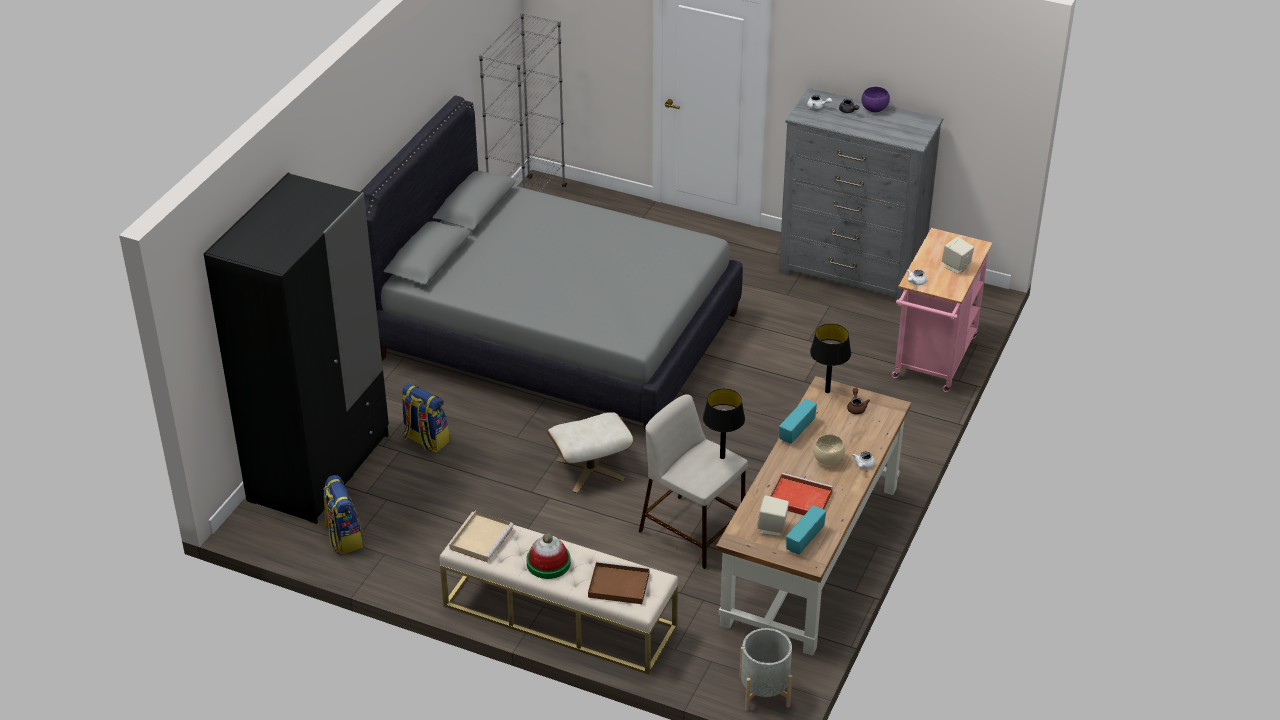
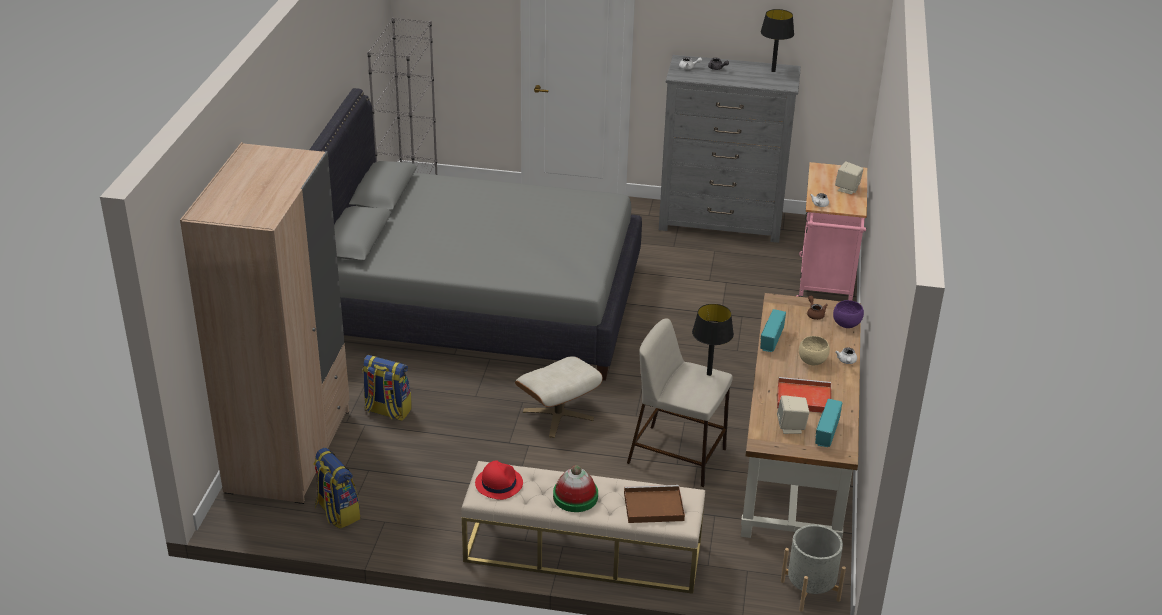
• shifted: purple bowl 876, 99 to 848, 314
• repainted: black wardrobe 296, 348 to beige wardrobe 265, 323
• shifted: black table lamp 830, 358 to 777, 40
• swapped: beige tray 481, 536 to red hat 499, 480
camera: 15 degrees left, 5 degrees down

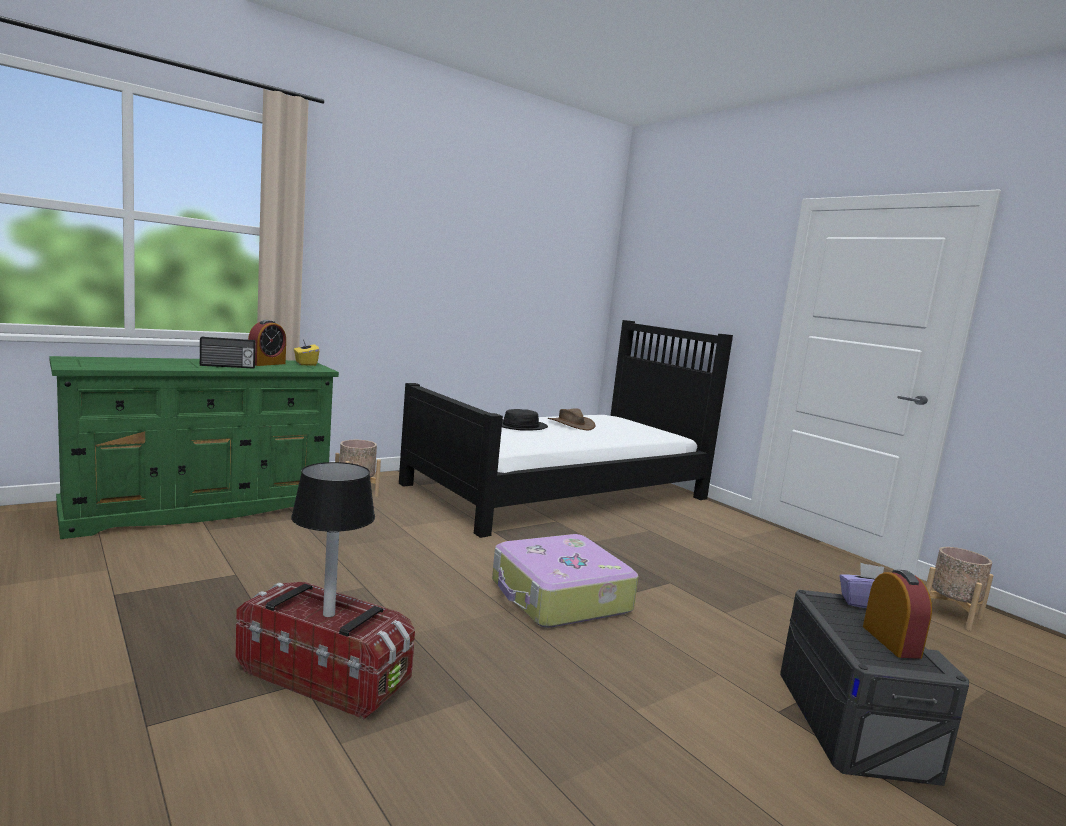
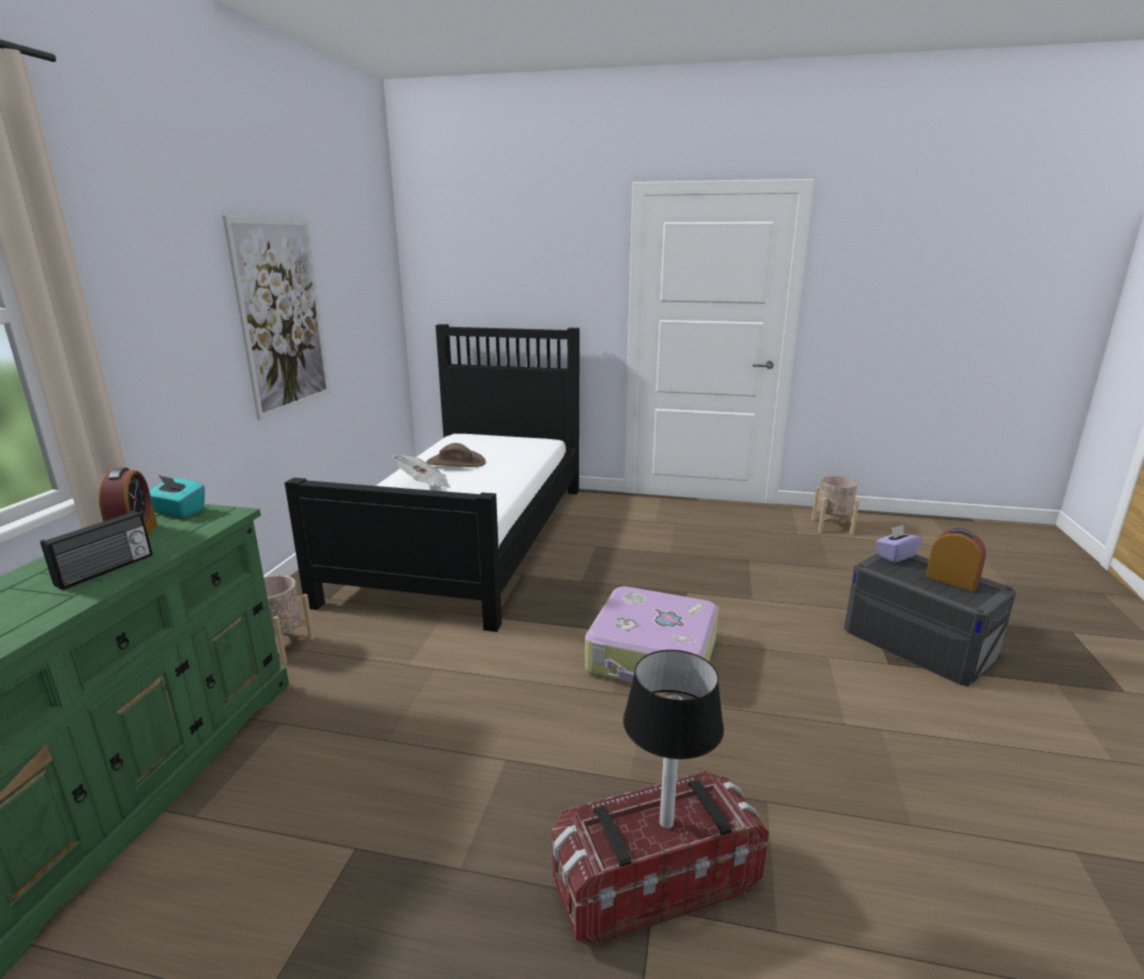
• repainted: yellow tissue box 306, 352 to turquoise tissue box 177, 496
• swapped: black hat 525, 420 to newspaper 422, 471
• new: picture 276, 318
camera: 40 degrees left, 10 degrees up

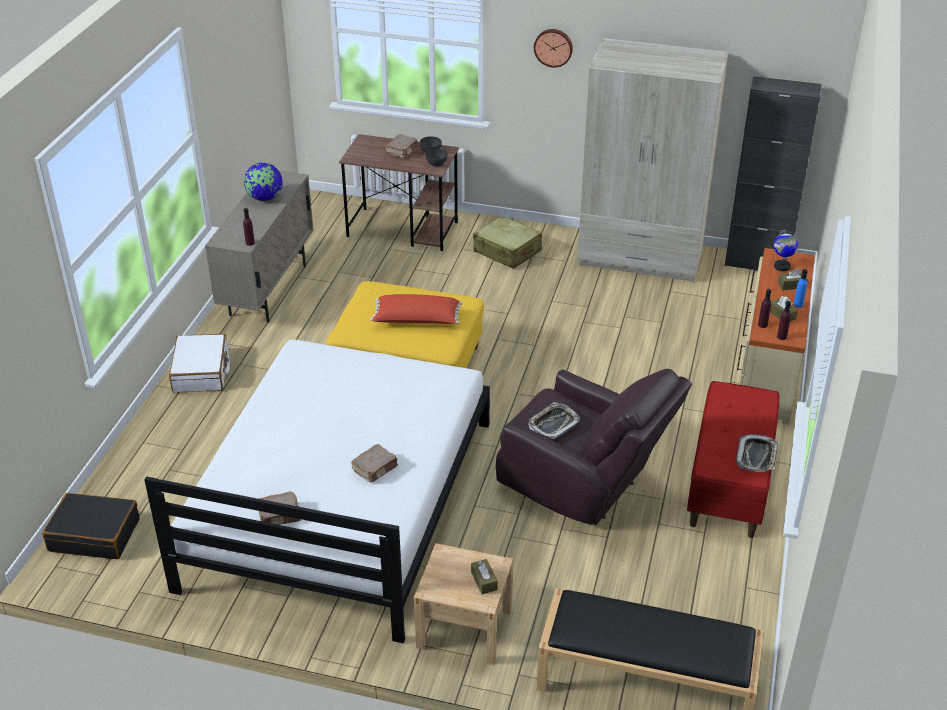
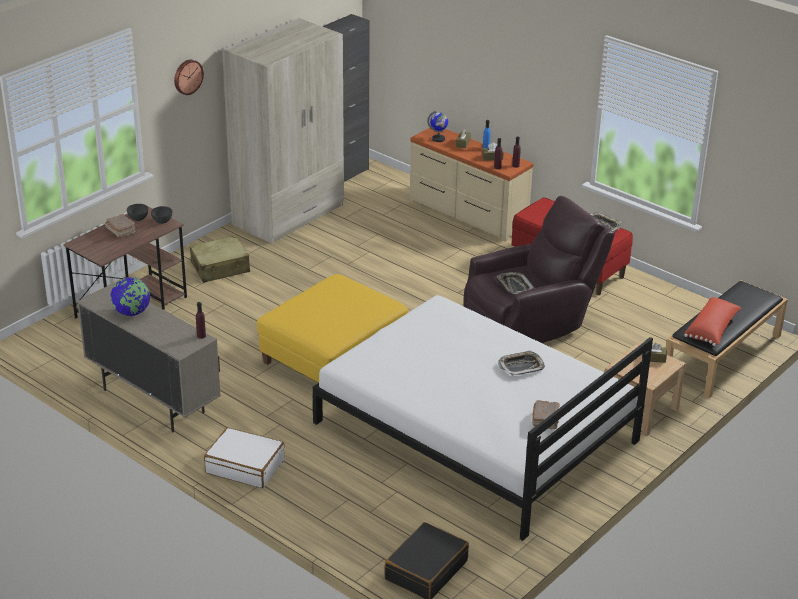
• shifted: red pillow 416, 309 to 713, 321
• swapped: brown book 374, 463 to tray 521, 363
camera: 65 degrees left, 5 degrees down

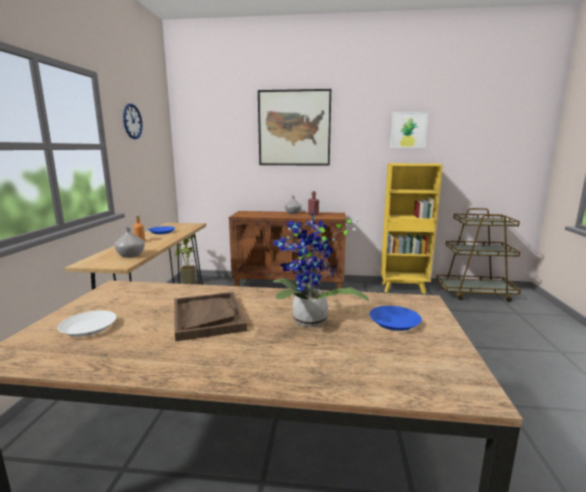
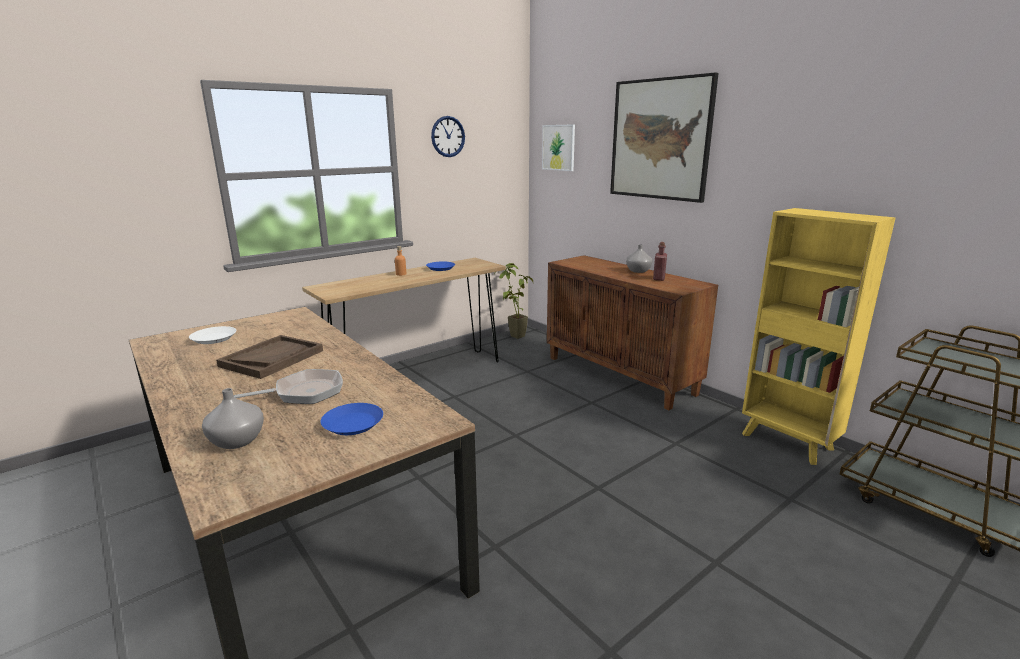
• shifted: picture 409, 130 to 558, 147
• swapped: potted plant 320, 269 to frying pan 288, 386
• shifted: grey vase 129, 242 to 233, 418
camera: 45 degrees right, 5 degrees up

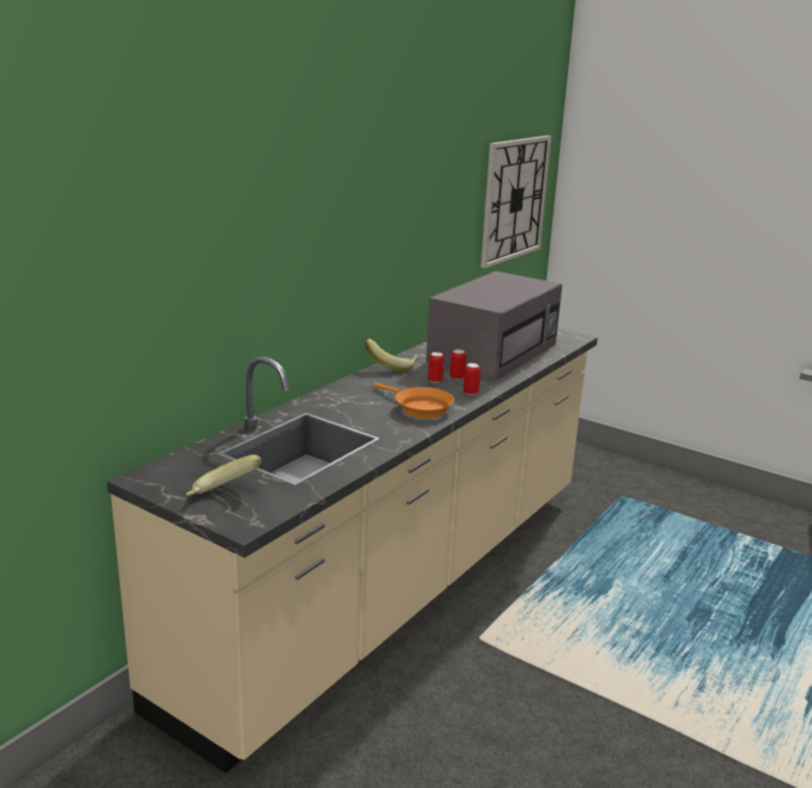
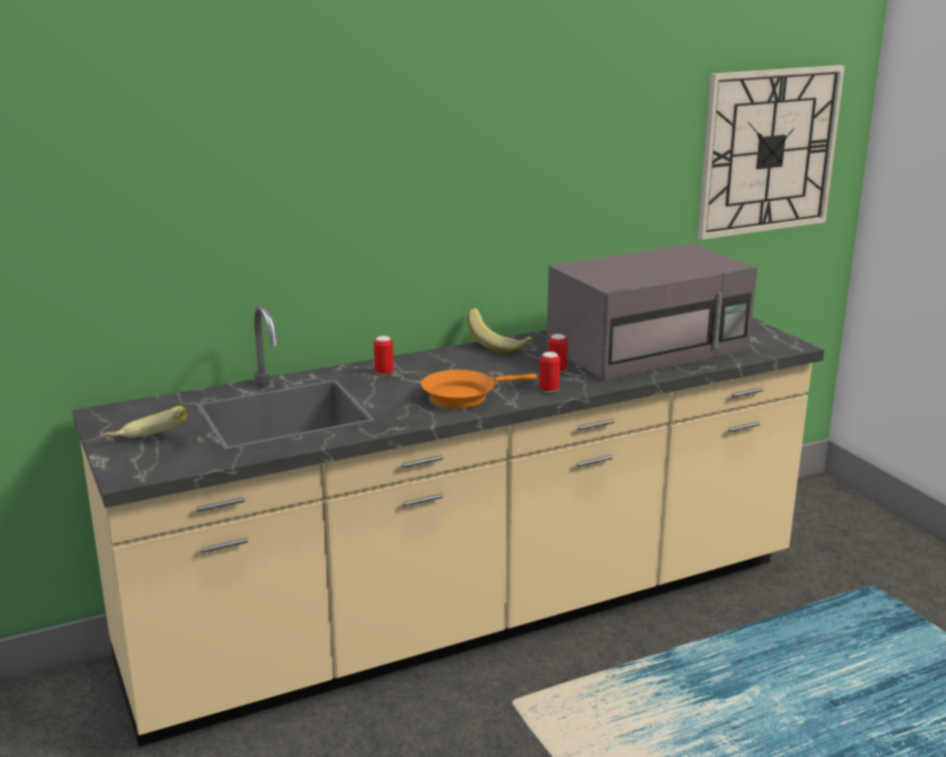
• shifted: can 436, 367 to 384, 355
• rotated: orange frying pan 413, 401 = 479, 389 75 degrees clockwise
camera: 30 degrees right, 0 degrees up

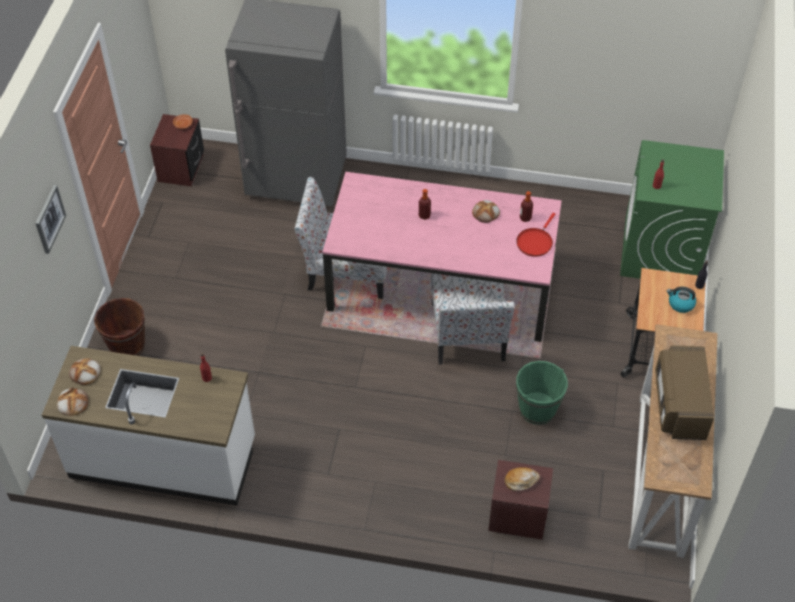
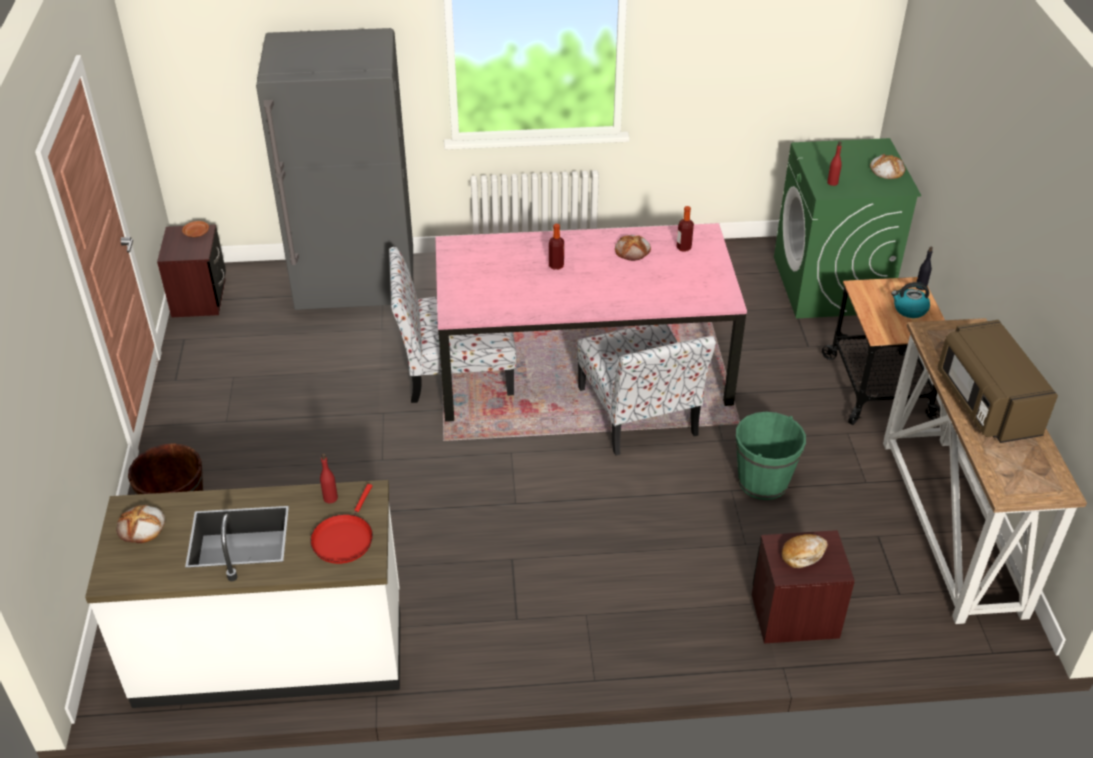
• gone: picture 50, 219
• shifted: red frying pan 536, 235 to 341, 524
• shifted: bread 72, 402 to 887, 166
camera: 15 degrees left, 10 degrees down

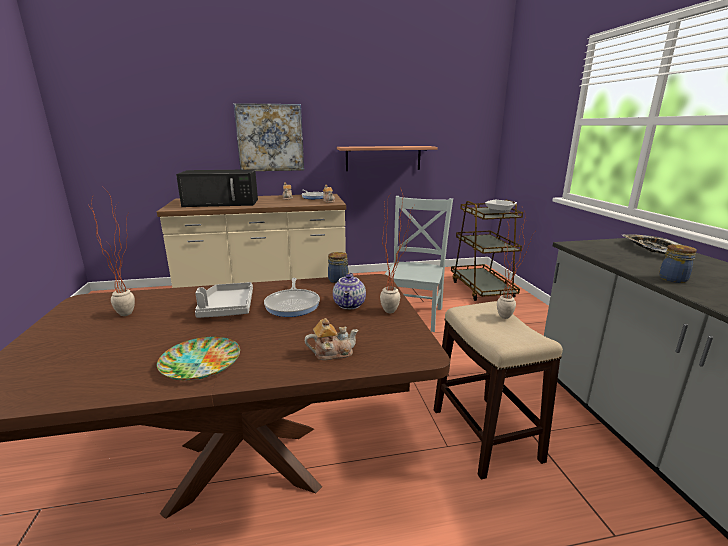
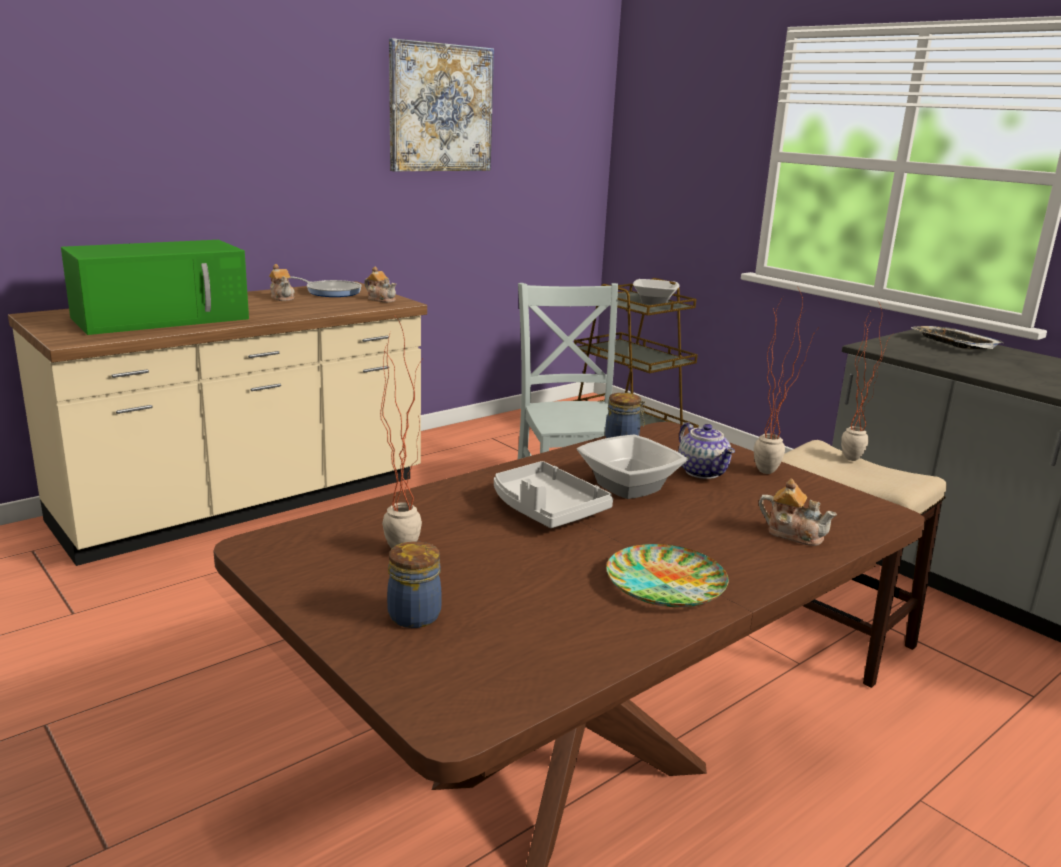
• shifted: picture 269, 137 to 441, 104
• gone: shelf 387, 158
• repainted: black microwave 217, 188 to green microwave 155, 287
• shifted: jar 678, 263 to 414, 584
• swapped: frying pan 292, 297 to bowl 632, 467
• rotated: teapot 332, 339 = 798, 512 75 degrees clockwise
camera: 30 degrees left, 0 degrees up

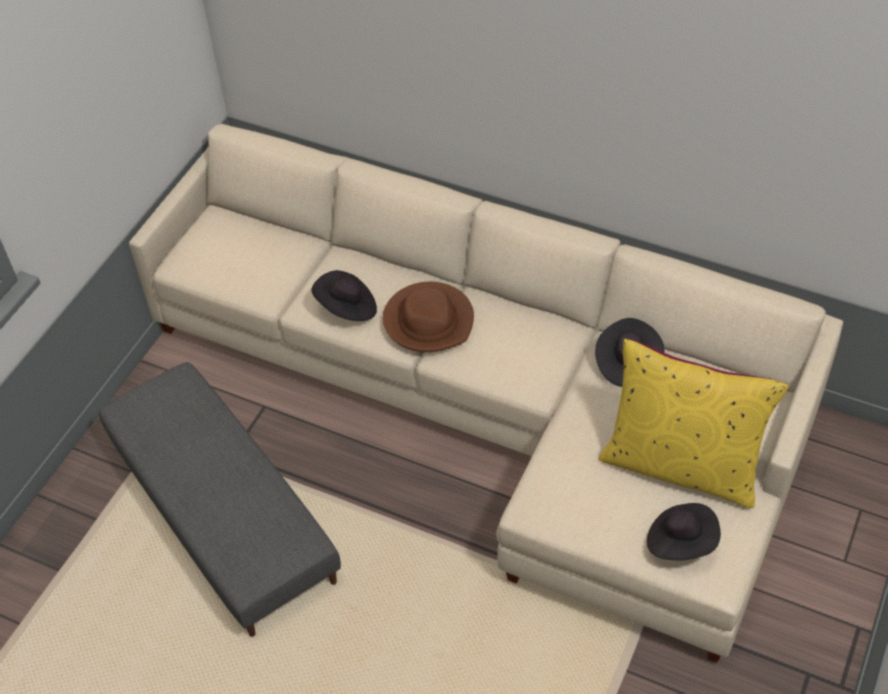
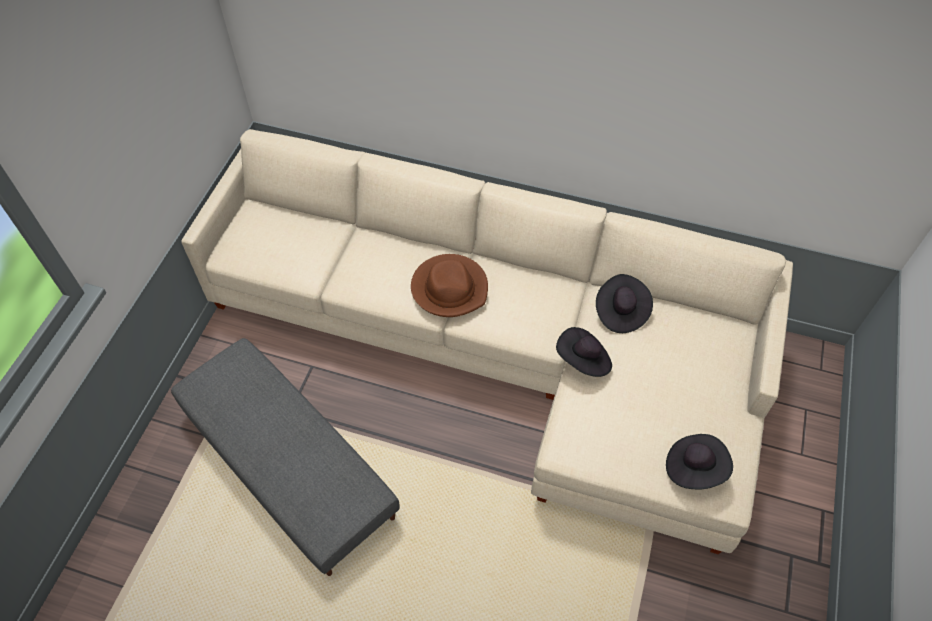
• shifted: black hat 344, 295 to 584, 352
• gone: yellow pillow 693, 423
camera: 10 degrees left, 5 degrees up

